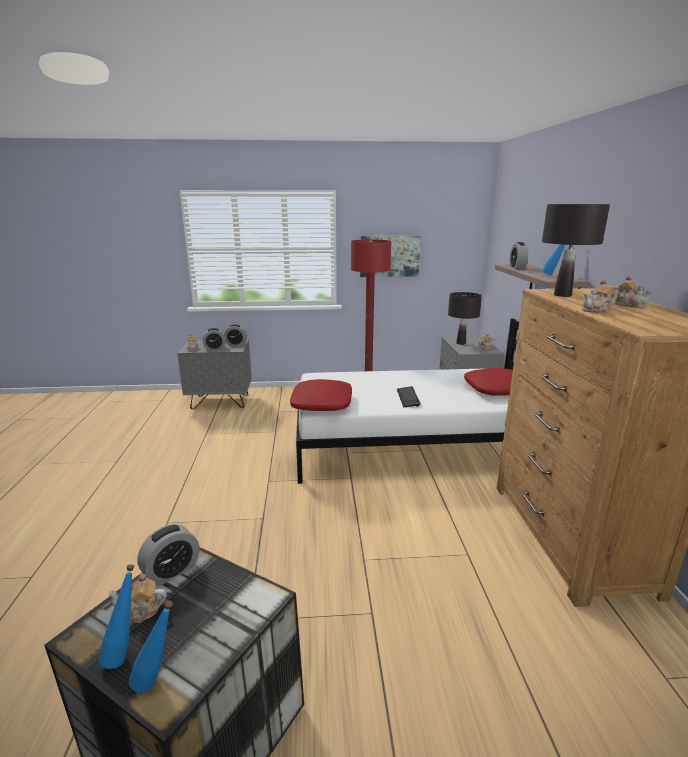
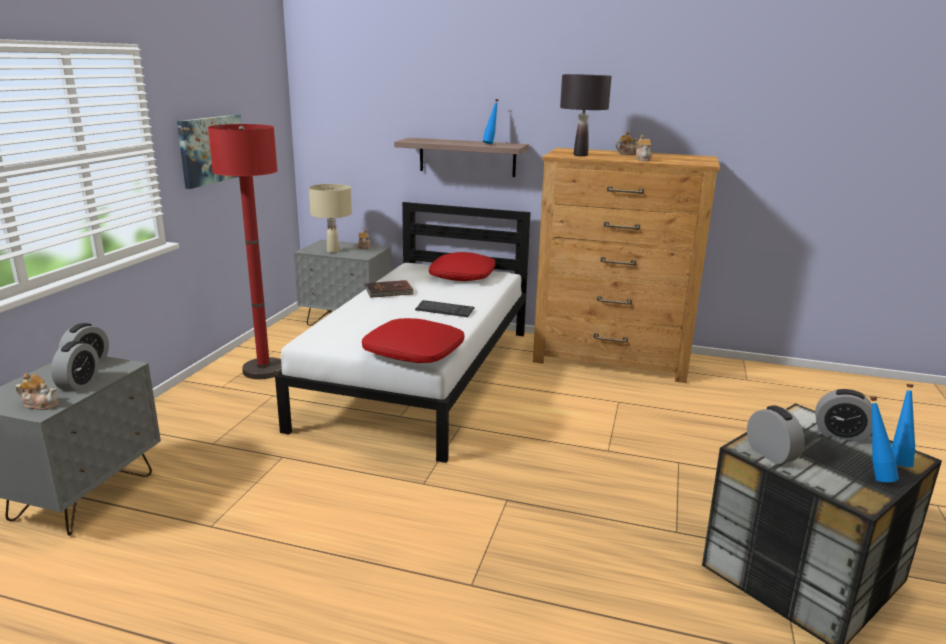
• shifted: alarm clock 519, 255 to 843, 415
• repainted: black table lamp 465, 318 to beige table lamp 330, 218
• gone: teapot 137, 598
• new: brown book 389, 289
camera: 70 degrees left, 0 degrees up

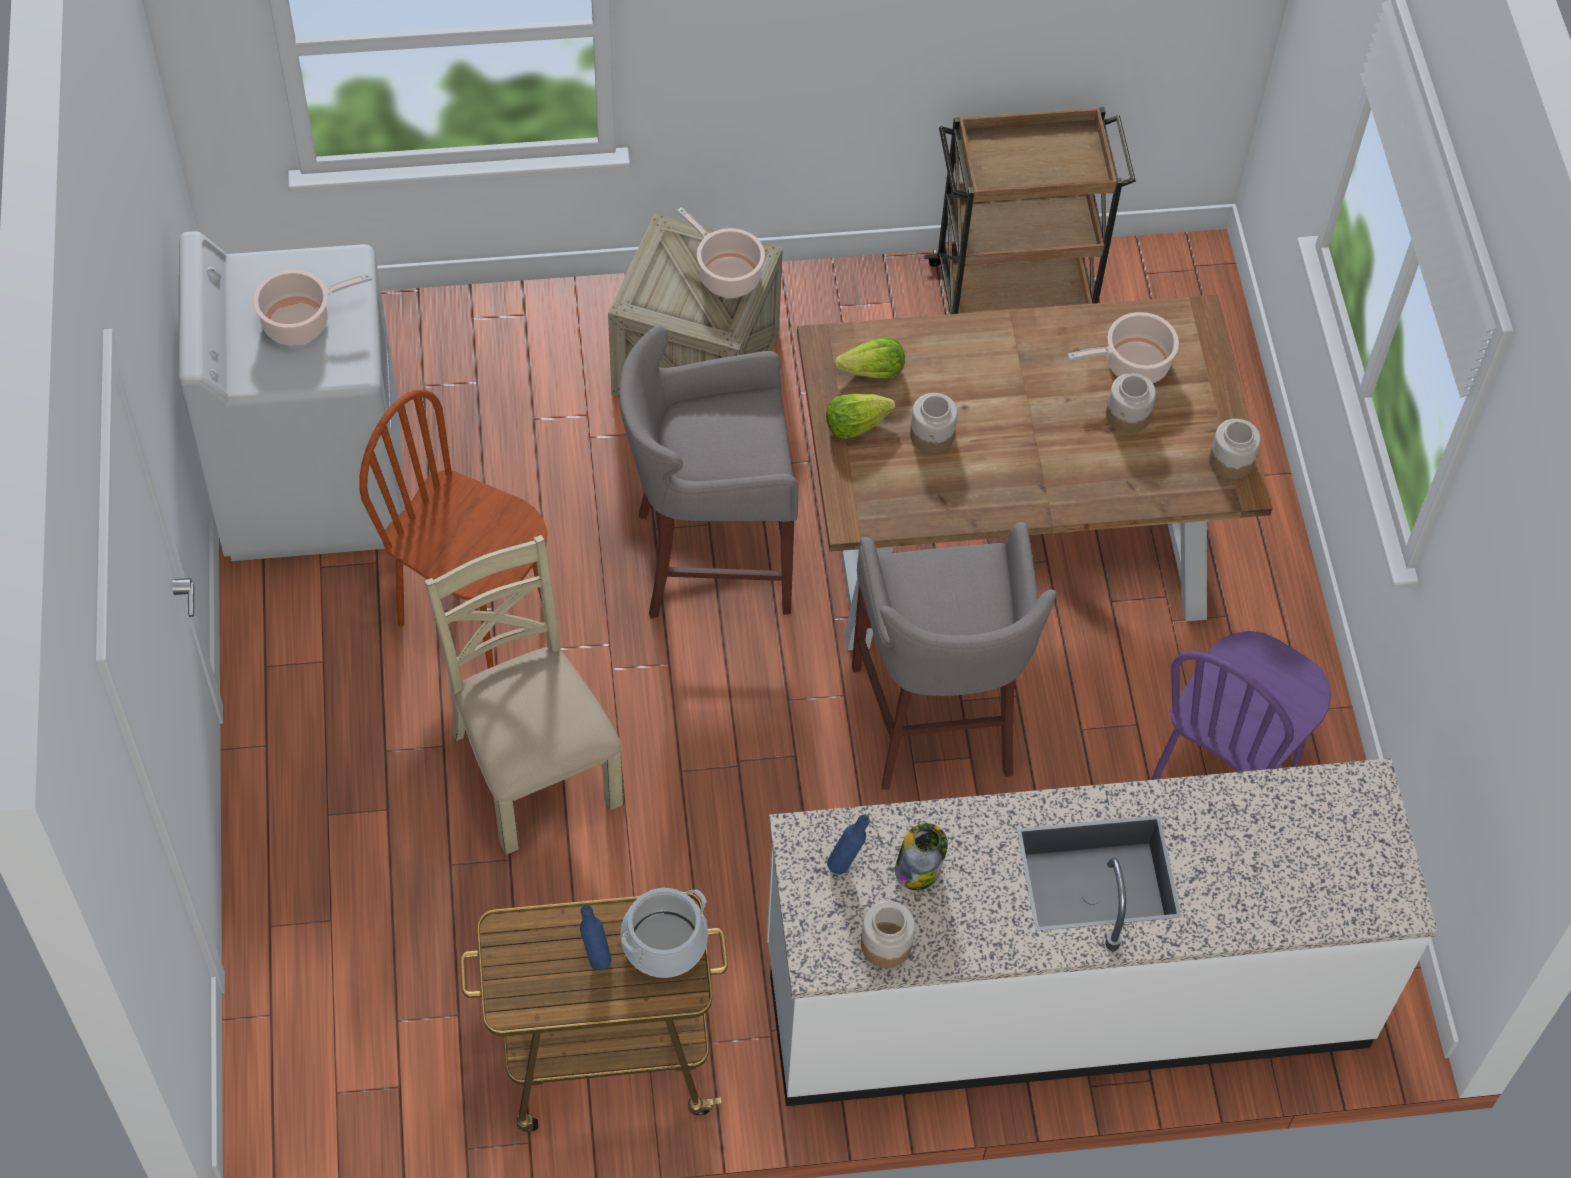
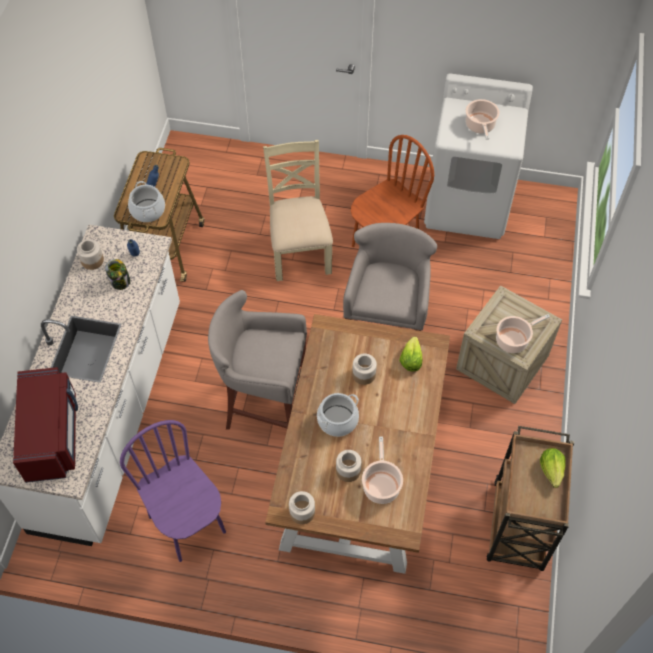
• shifted: lettuce 861, 416 to 553, 468
• rotated: beige chair 524, 695 = 298, 210 90 degrees counterclockwise
• new: red microwave 45, 425
• new: cooking pot 338, 415
camera: 110 degrees right, 0 degrees up

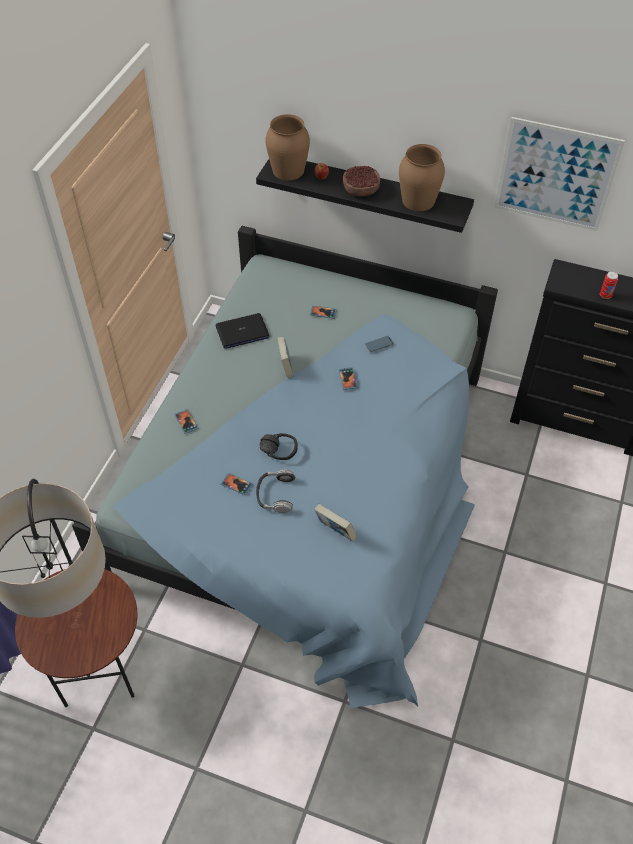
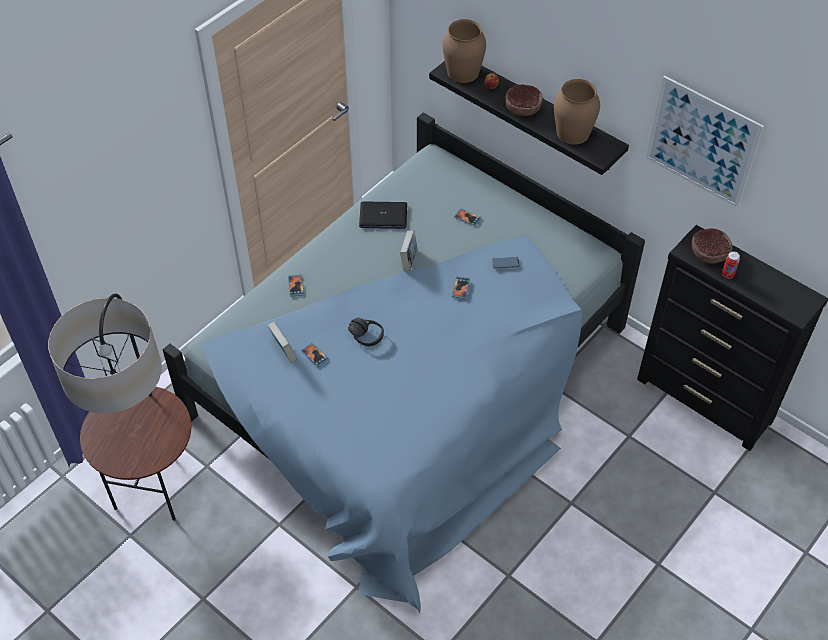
• gone: headphones 275, 491
• shifted: book 335, 522 to 282, 342
• new: bowl 712, 246
camera: 20 degrees right, 0 degrees up

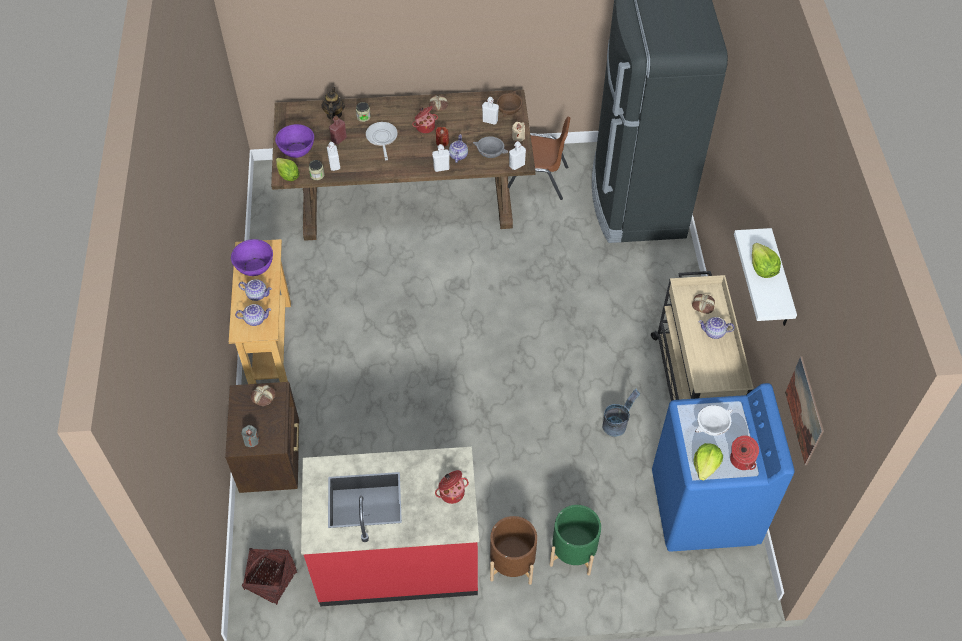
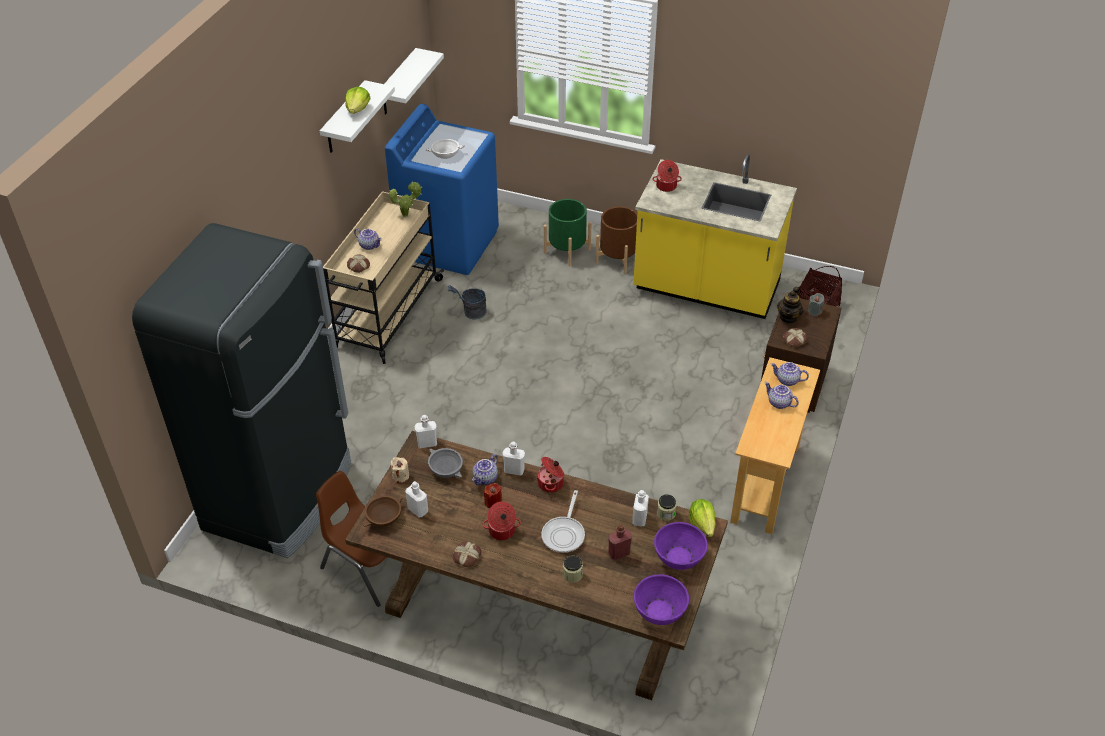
• shifted: teapot 333, 103 to 790, 305
• shifted: purple bowl 252, 257 to 661, 599
• swapped: picture 804, 411 to white shelf 414, 81
• shifted: cooking pot 744, 453 to 550, 475
• gone: lettuce 708, 461
• repainted: red counter 390, 526 to yellow counter 715, 236
• new: potted plant 405, 199
camera: 155 degrees left, 10 degrees down

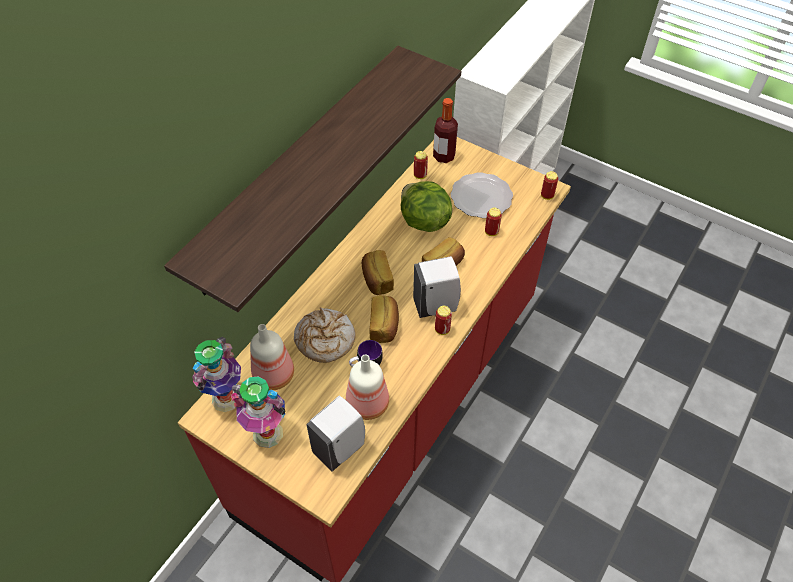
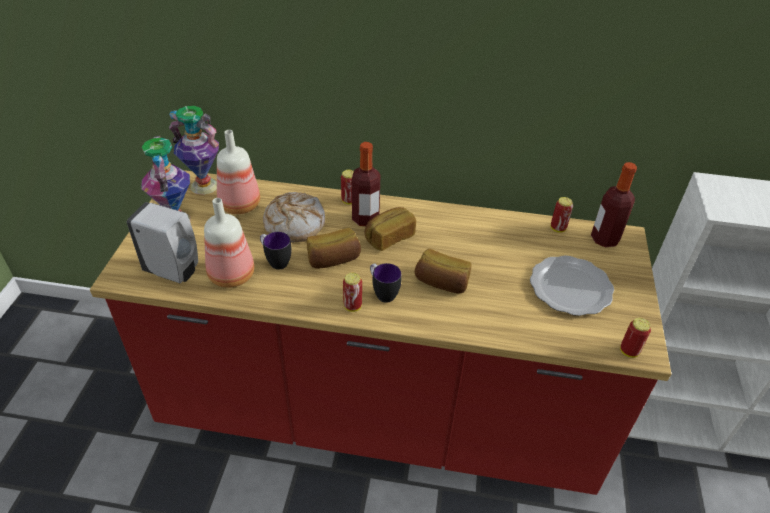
• gone: shelf 312, 179
• gone: lettuce 426, 206
• shifted: can 493, 222 to 347, 187
• swapped: white soap dispenser 437, 287 to mug 385, 283
• new: bottle 366, 184
camera: 65 degrees right, 10 degrees down

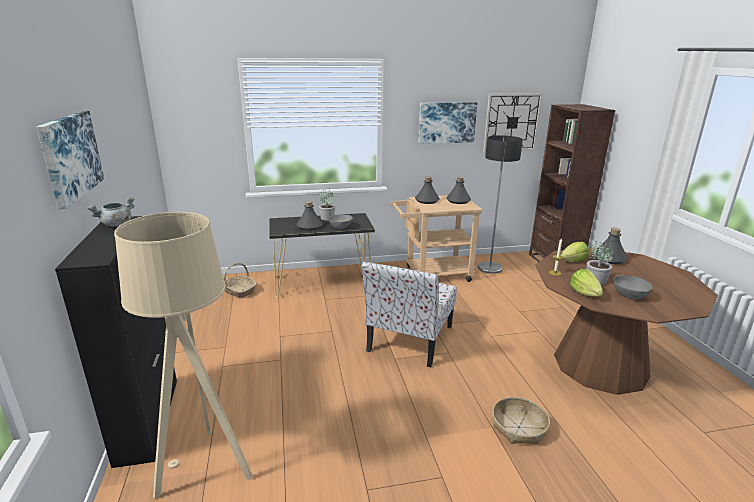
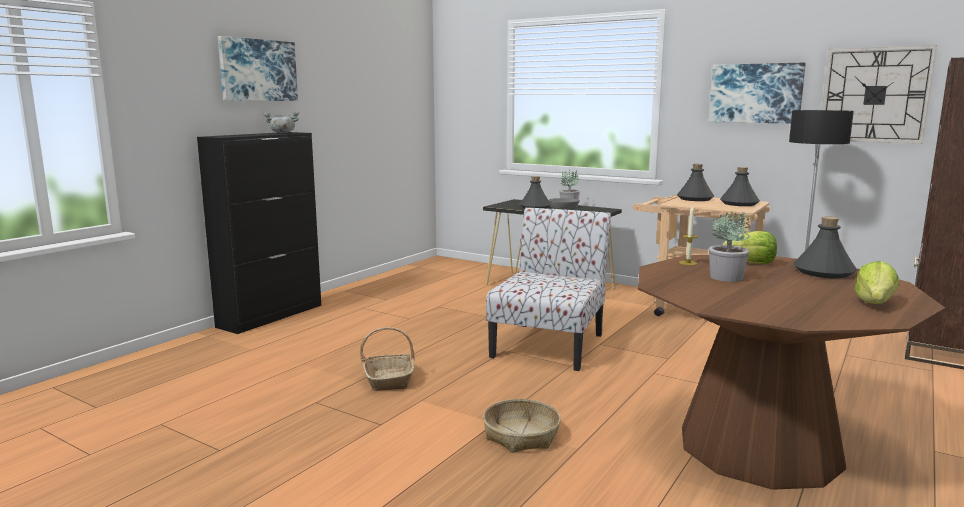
• gone: beige floor lamp 183, 355
• rotated: chair 409, 314 = 548, 289 135 degrees clockwise
• shifted: basket 240, 280 to 387, 359
• shifted: lettuce 586, 283 to 876, 282
• gone: grey bowl 633, 287
camera: 45 degrees right, 10 degrees down

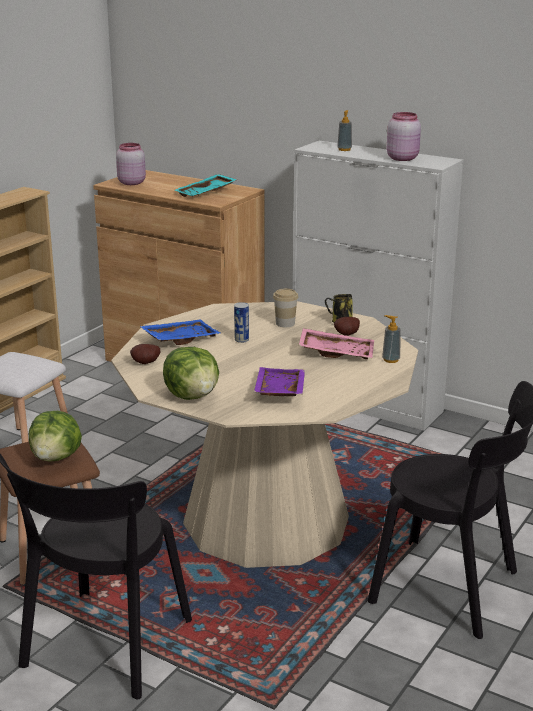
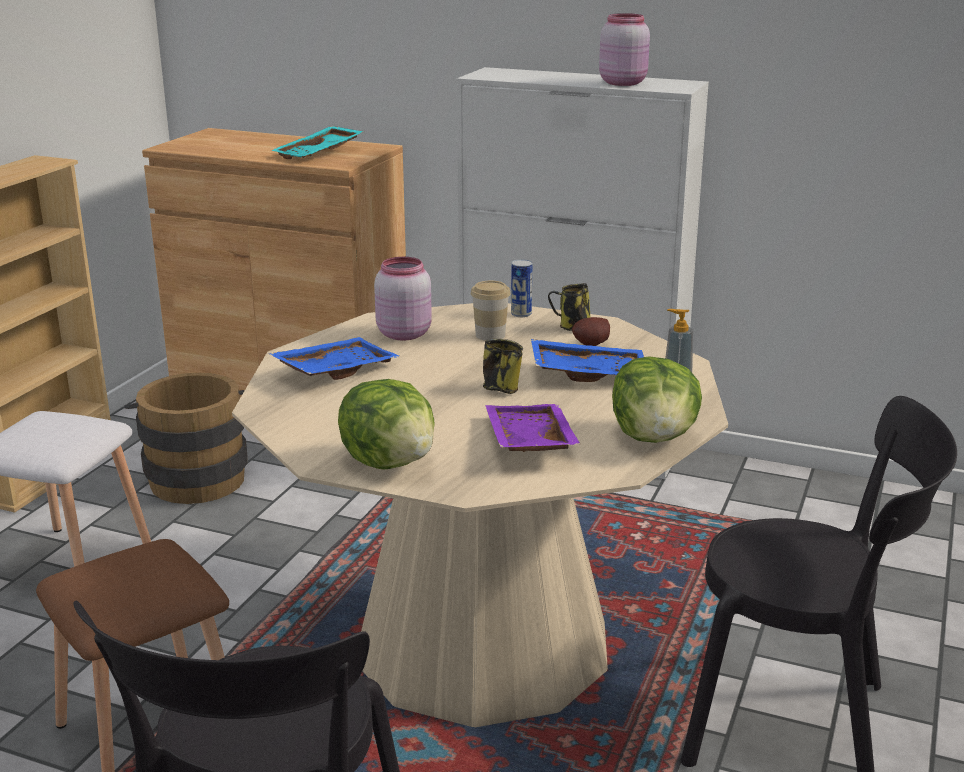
• gone: soap dispenser 344, 130
• shifted: pink jar 131, 164 to 403, 299
• shifted: can 241, 322 to 521, 288
• repainted: pink tray 336, 343 to blue tray 587, 360
• gone: potato 145, 354
• shifted: lettuce 55, 436 to 657, 399
• new: mug 503, 366
• new: brown bucket 186, 438
camera: 10 degrees left, 0 degrees up

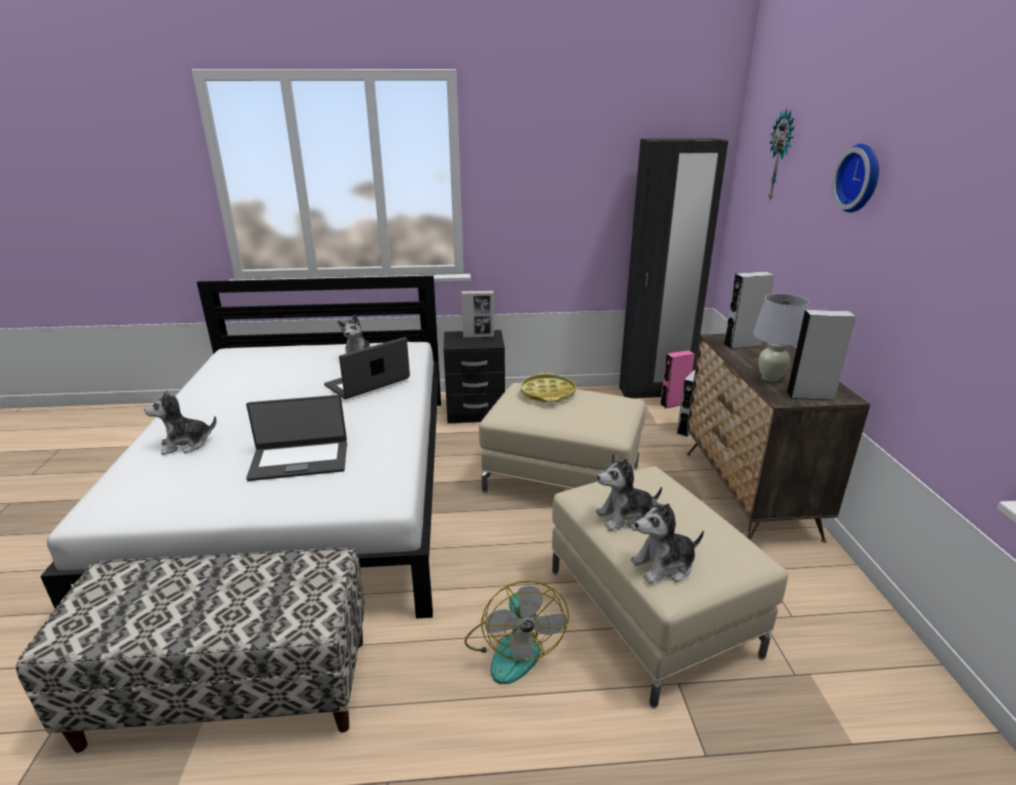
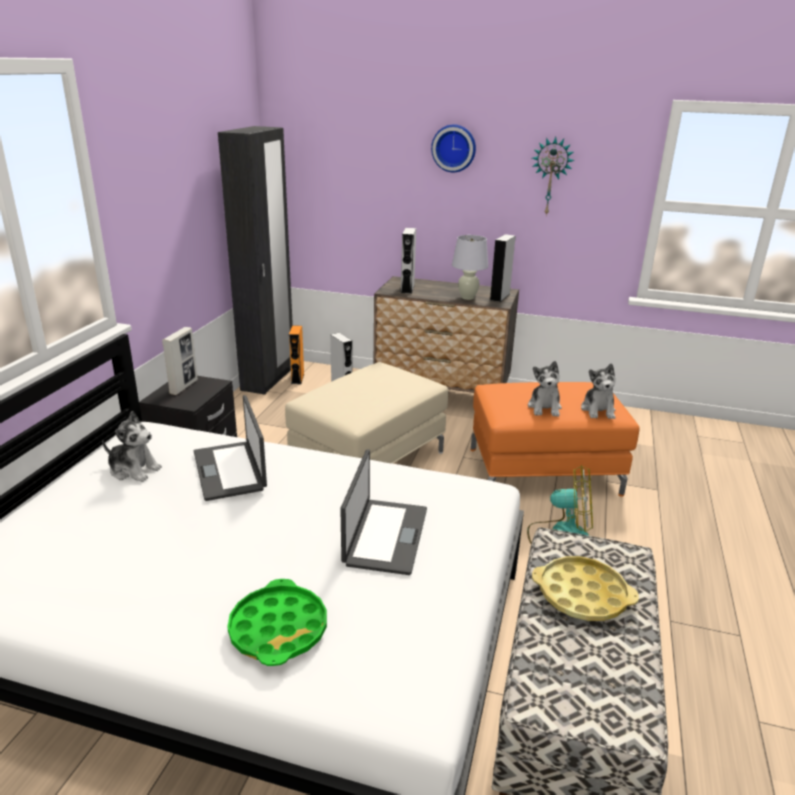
• shifted: wall clock 781, 154 to 553, 176
• repainted: pink speaker 677, 379 to orange speaker 296, 354
• shifted: yellow tray 548, 387 to 585, 588
• swapped: plush toy 180, 422 to green tray 277, 622
• repainted: beige ottoman 670, 587 to orange ottoman 555, 439
camera: 70 degrees left, 0 degrees up

